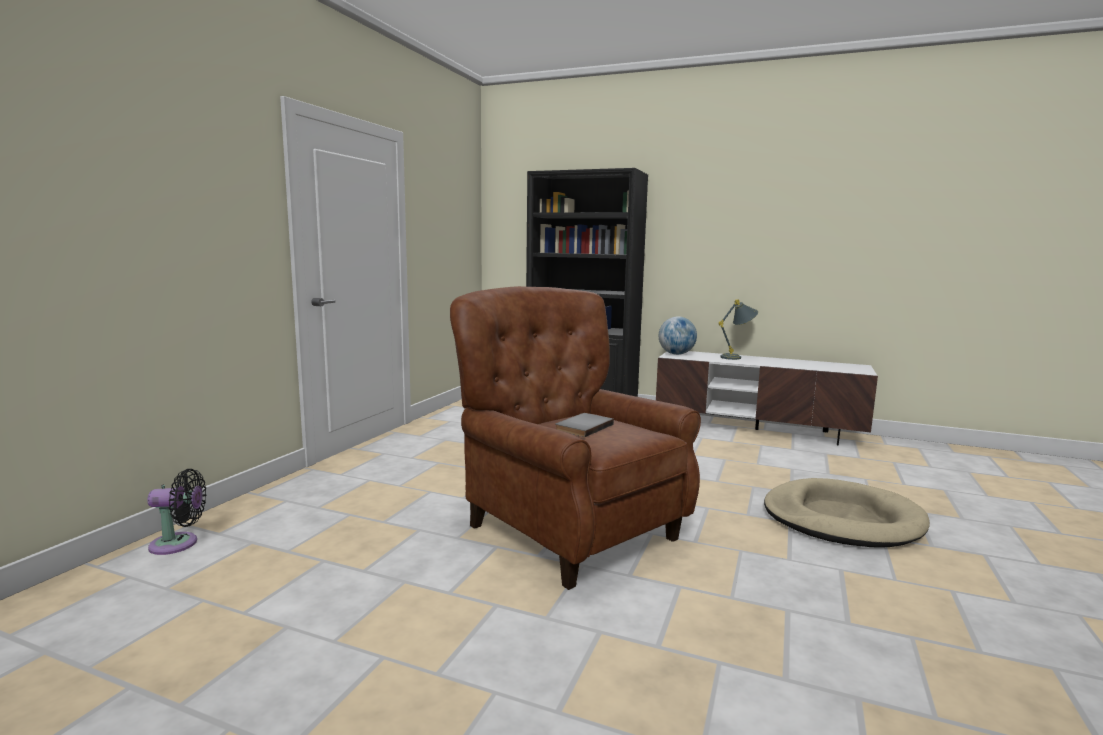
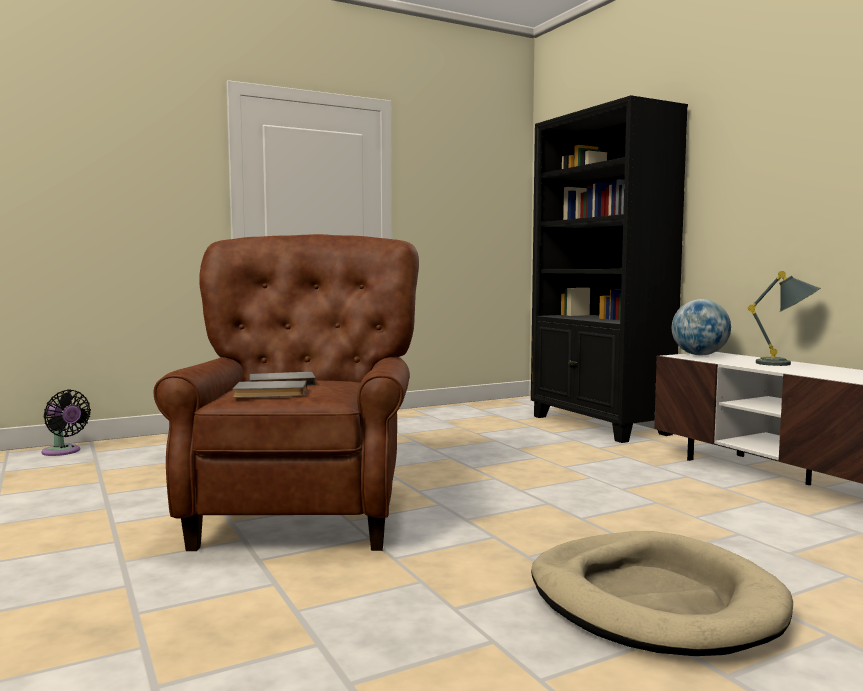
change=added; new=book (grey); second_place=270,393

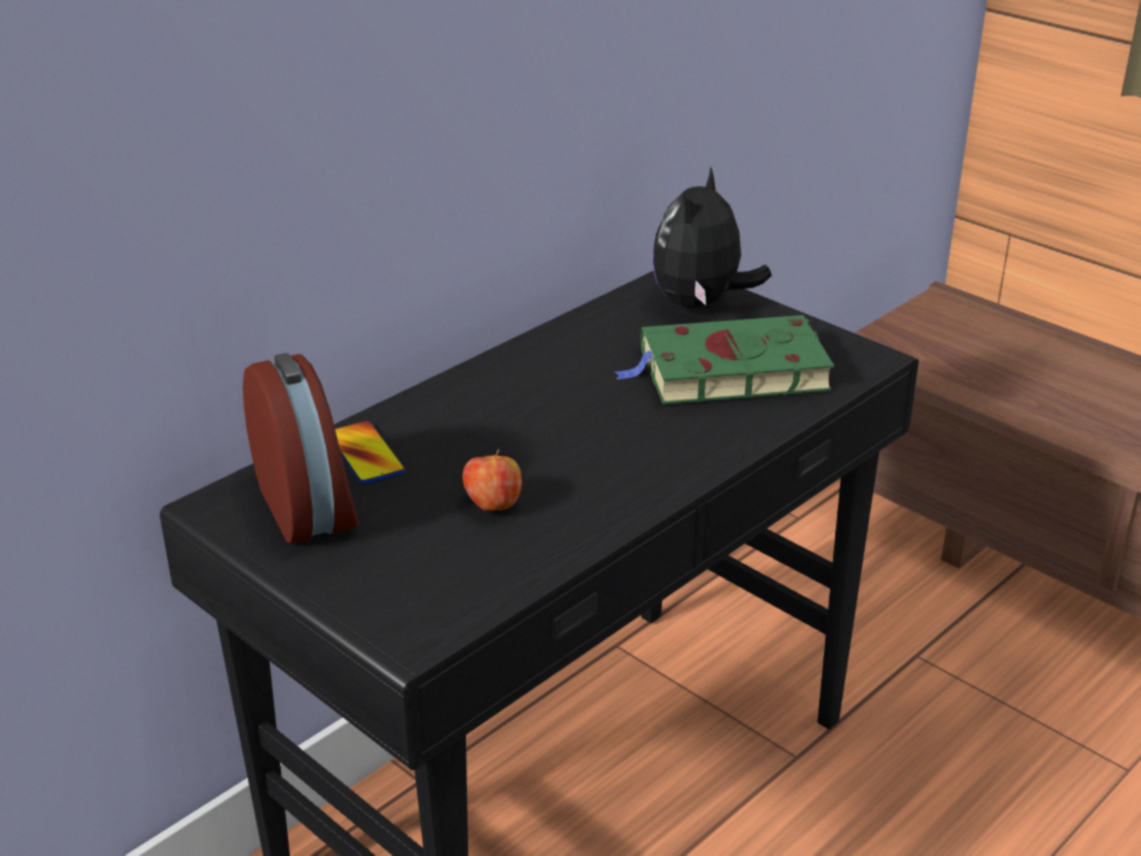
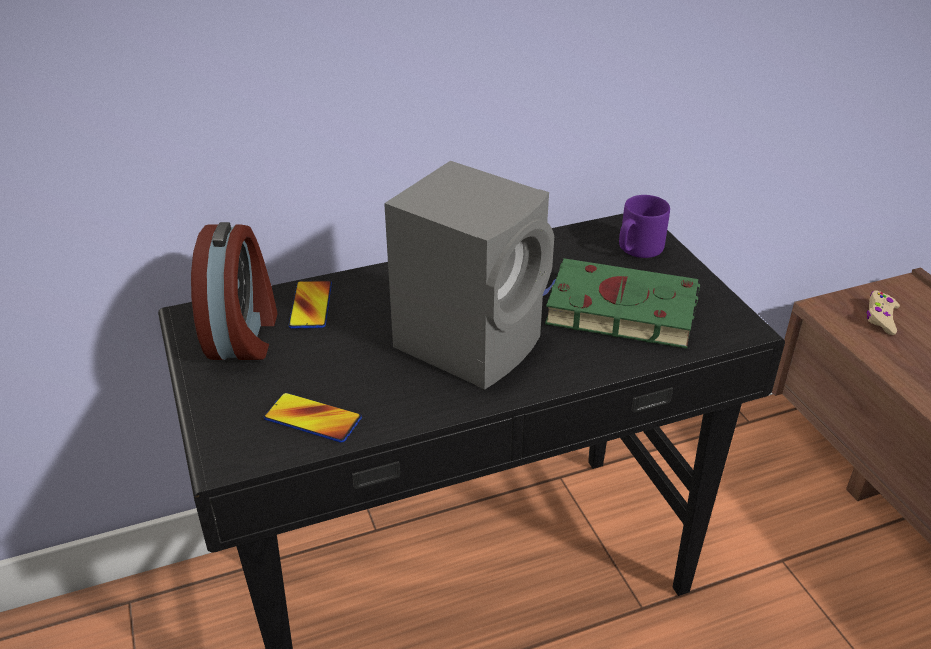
change=removed; old=apple; first_place=493,505
change=added; new=phone; second_place=313,419
change=added; new=speaker (grey); second_place=472,341
change=added; new=game controller (beige); second_place=880,318
change=replaced; old=plush toy; new=mug (purple); first_place=701,304; second_place=637,249

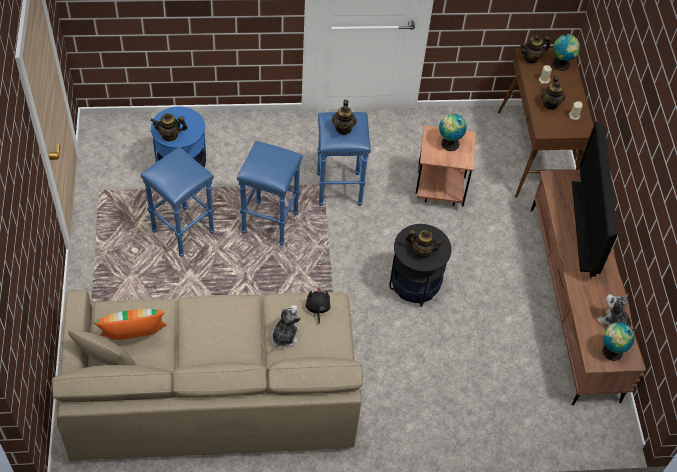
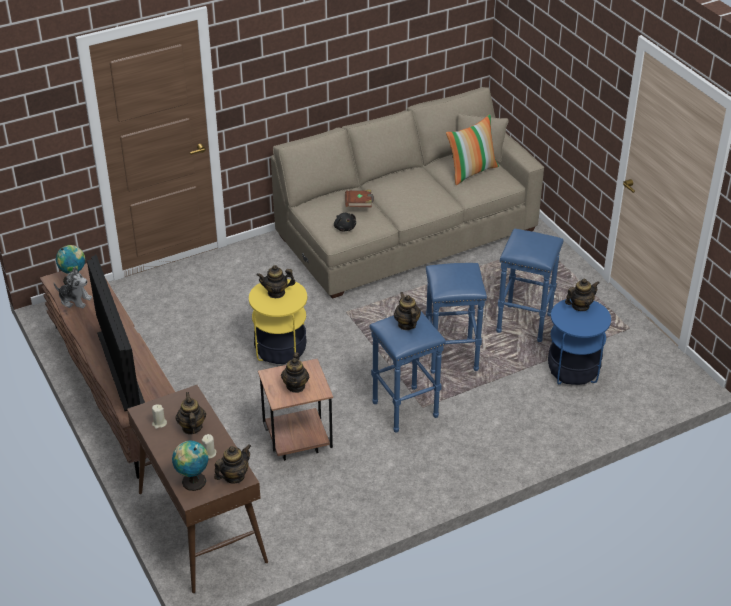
change=replaced; old=plush toy; new=book (brown); first_place=285,335; second_place=359,205
change=replaced; old=globe; new=teapot; first_place=448,143; second_place=296,386
change=recoloured; old=side table (black); new=side table (yellow); first_place=414,286; second_place=281,352

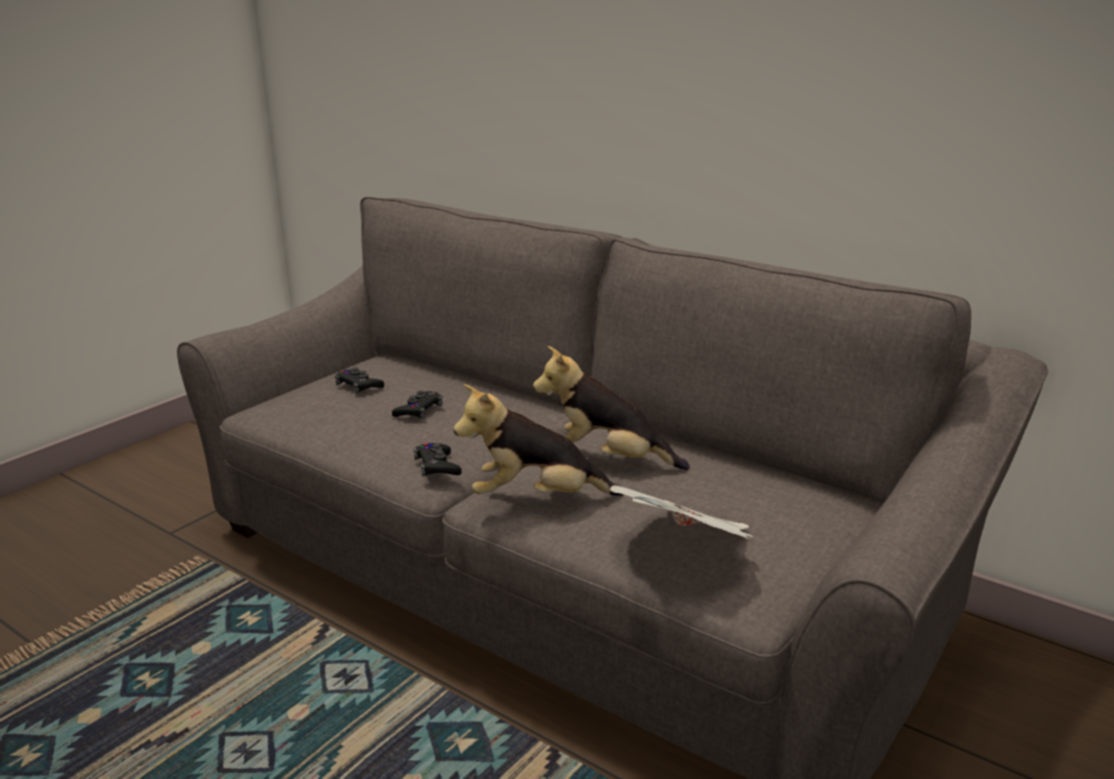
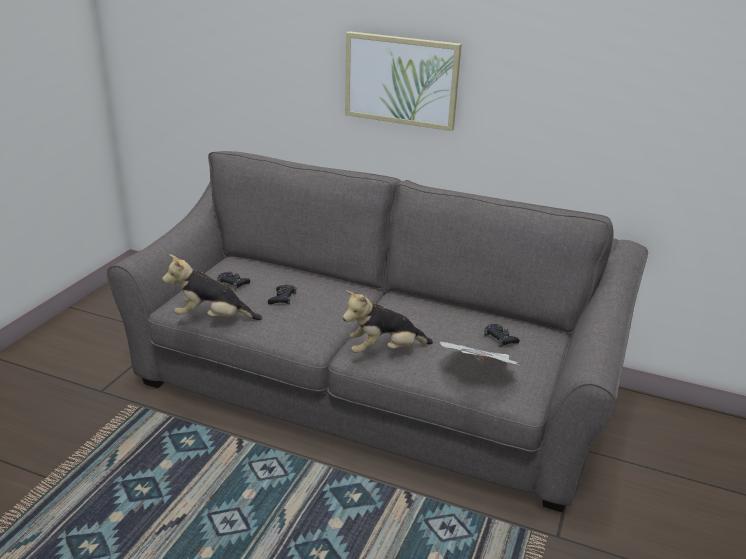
change=added; new=picture; second_place=401,80
change=moved; old=game controller (black); first_place=437,466; second_place=500,338
change=moved; old=plush toy; first_place=607,460; second_place=212,318

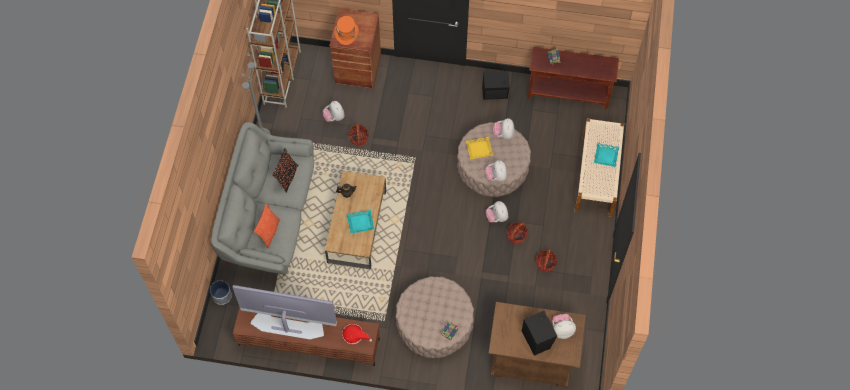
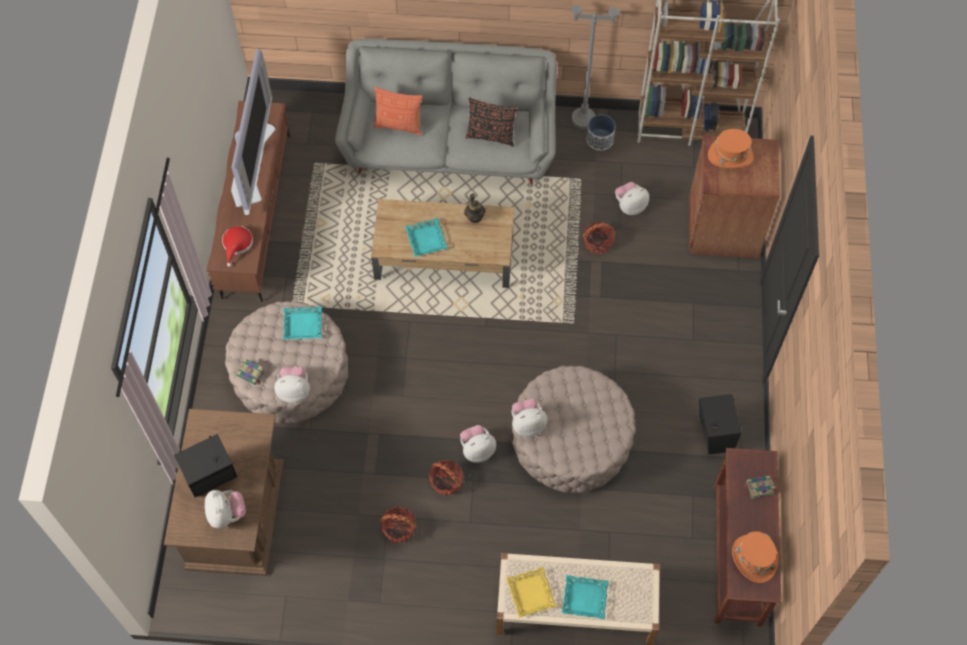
change=added; new=tray (turquoise); second_place=303,324
change=added; new=hat (orange); second_place=753,558
change=moved; old=planter; first_place=222,296; second_place=600,139
change=moved; old=tray (yellow); first_place=479,149; second_place=531,593
change=moved; old=plush toy; first_place=503,134; second_place=294,391

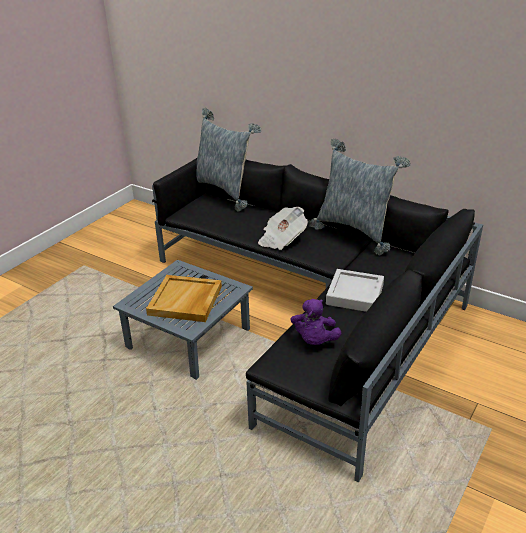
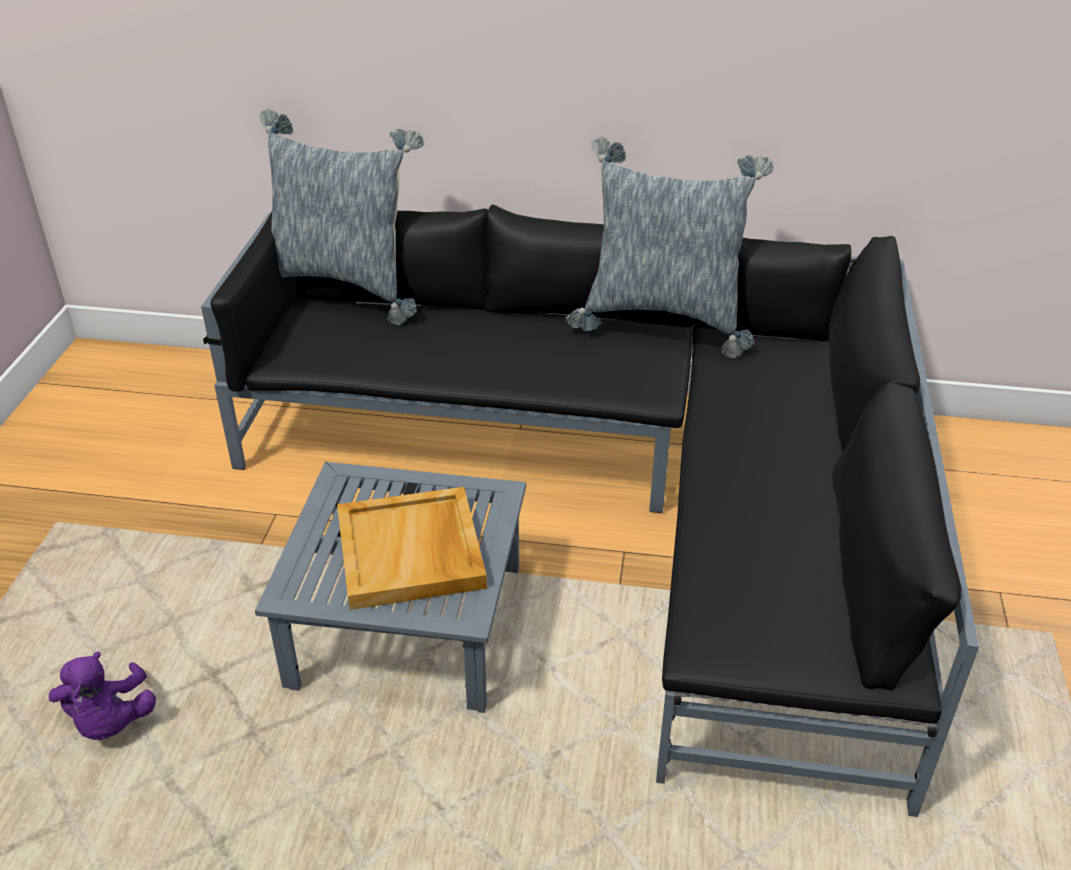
change=removed; old=newspaper; first_place=282,239
change=removed; old=tray (grey); first_place=355,295
change=moved; old=plush toy (purple); first_place=314,340; second_place=110,721

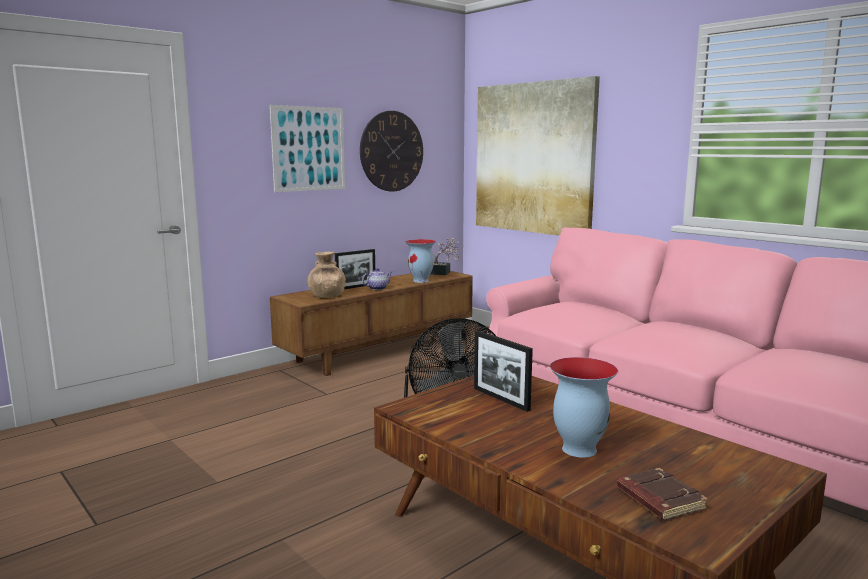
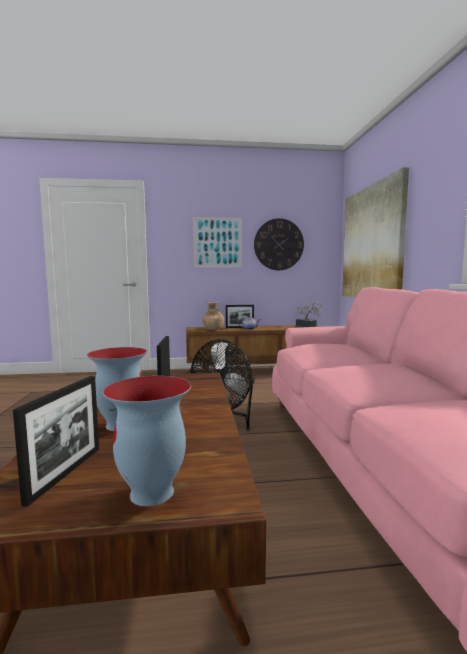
change=moved; old=vase; first_place=421,281; second_place=152,493
change=replaced; old=book (brown); new=picture frame; first_place=658,499; second_place=65,473

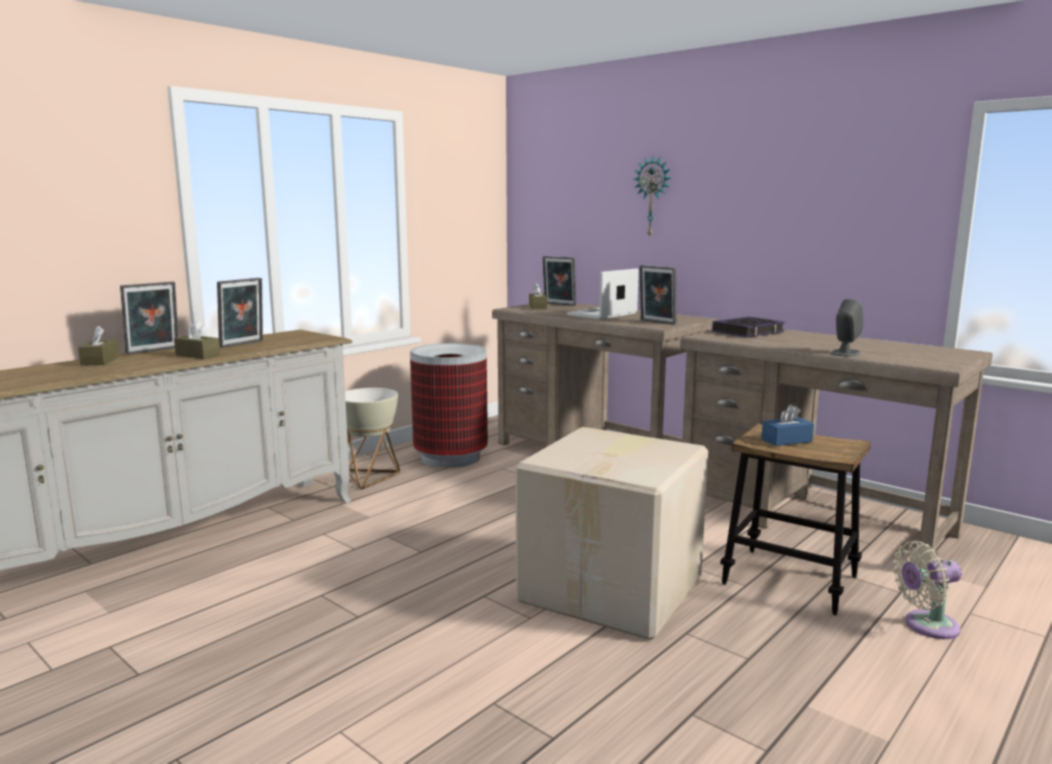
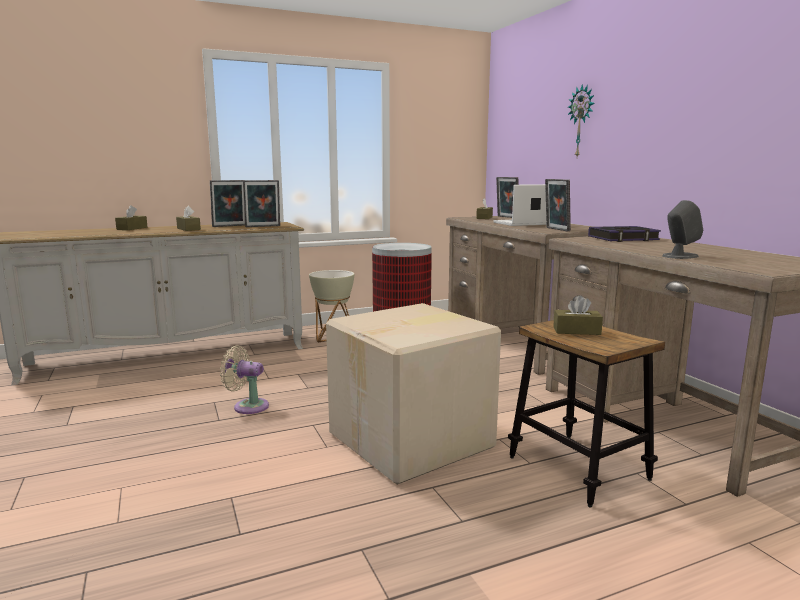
change=moved; old=picture frame; first_place=154,351; second_place=263,226
change=moved; old=fan (beige); first_place=926,626; second_place=247,406
change=recoloured; old=tissue box (blue); new=tissue box (brown); first_place=786,440; second_place=576,331

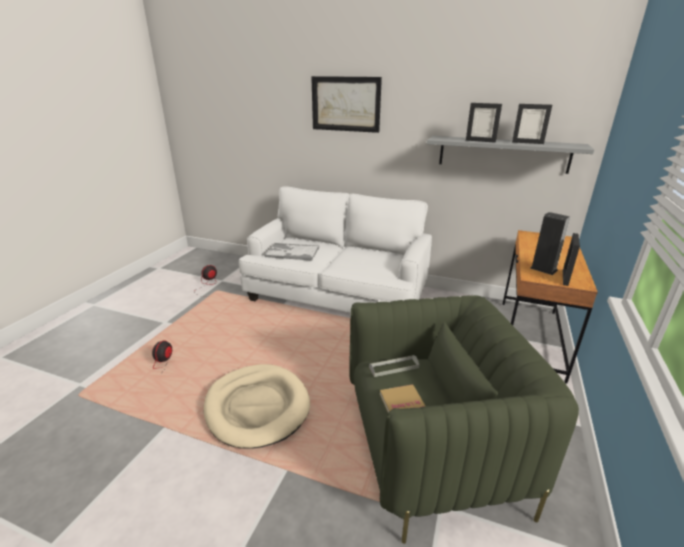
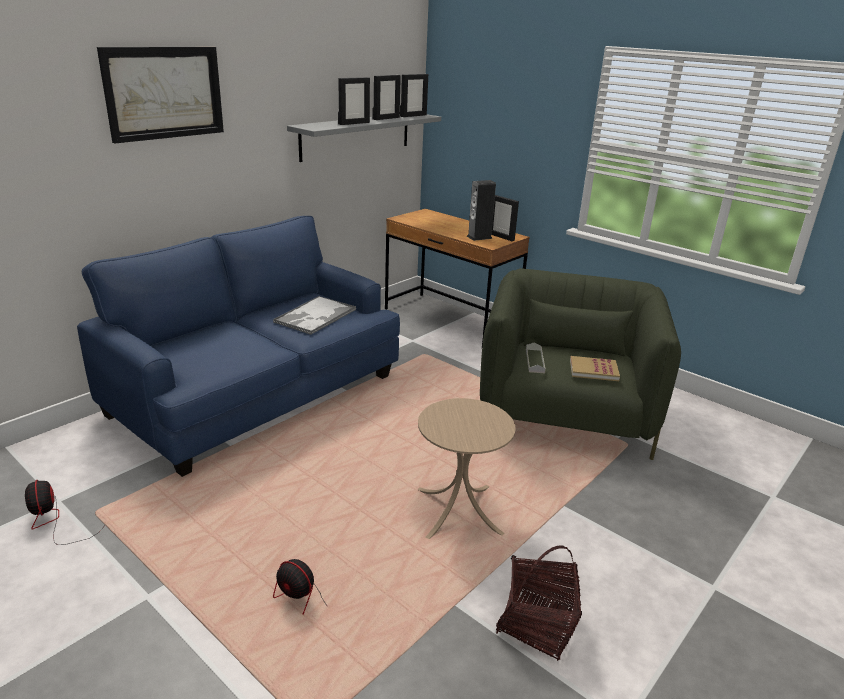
change=added; new=picture frame; second_place=413,115
change=added; new=basket; second_place=538,624
change=moved; old=tray; first_place=292,252; second_place=315,316
change=replaced; old=dog bed (beige); new=side table (beige); first_place=257,407; second_place=458,511
change=recoloured; old=sofa (white); new=sofa (blue); first_place=337,295; second_place=258,395

